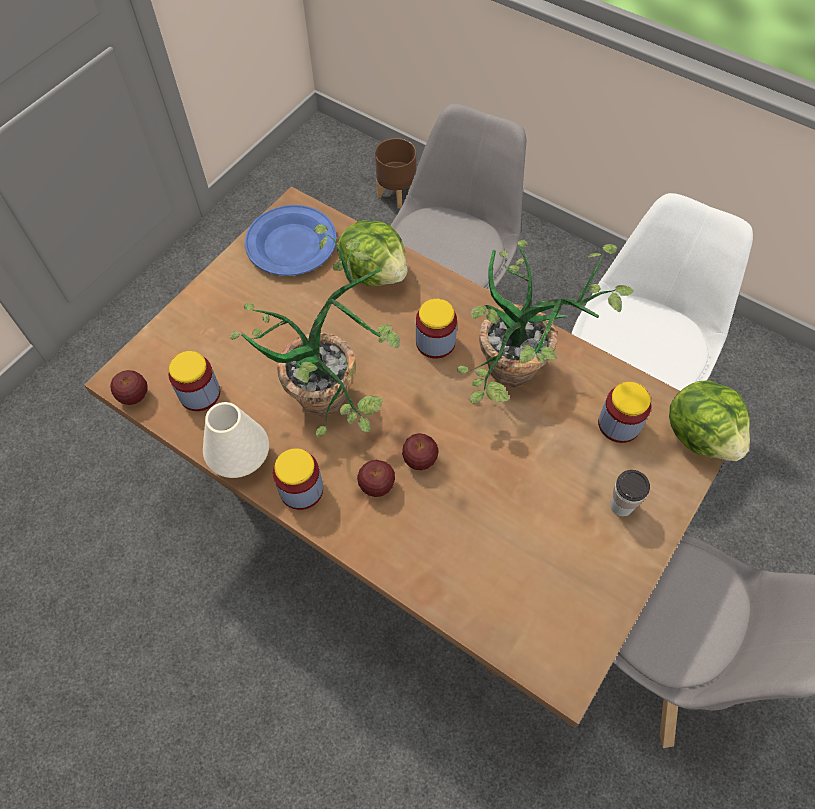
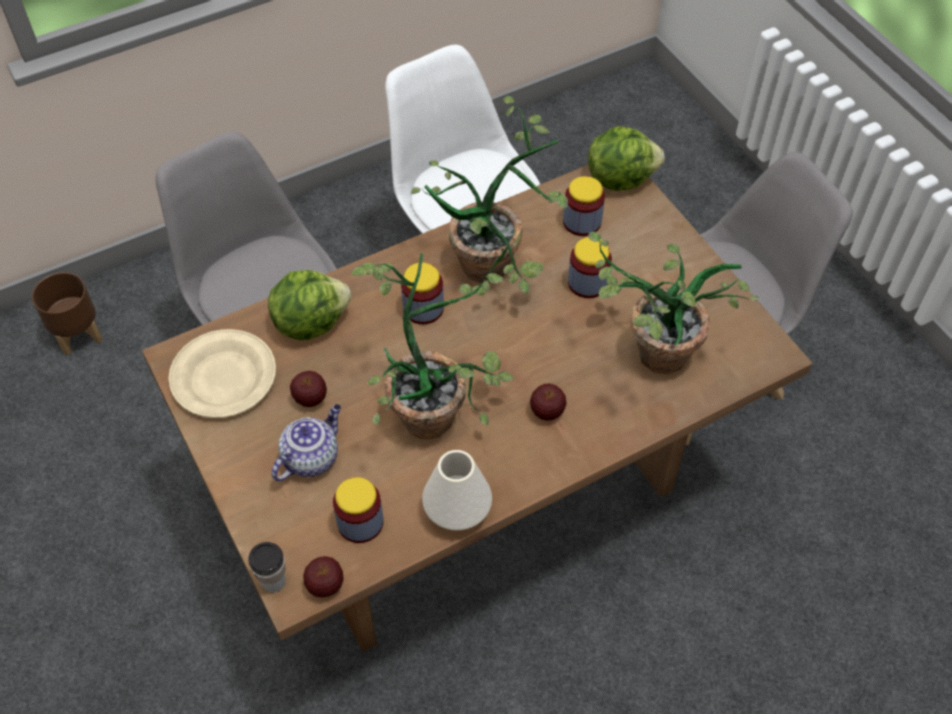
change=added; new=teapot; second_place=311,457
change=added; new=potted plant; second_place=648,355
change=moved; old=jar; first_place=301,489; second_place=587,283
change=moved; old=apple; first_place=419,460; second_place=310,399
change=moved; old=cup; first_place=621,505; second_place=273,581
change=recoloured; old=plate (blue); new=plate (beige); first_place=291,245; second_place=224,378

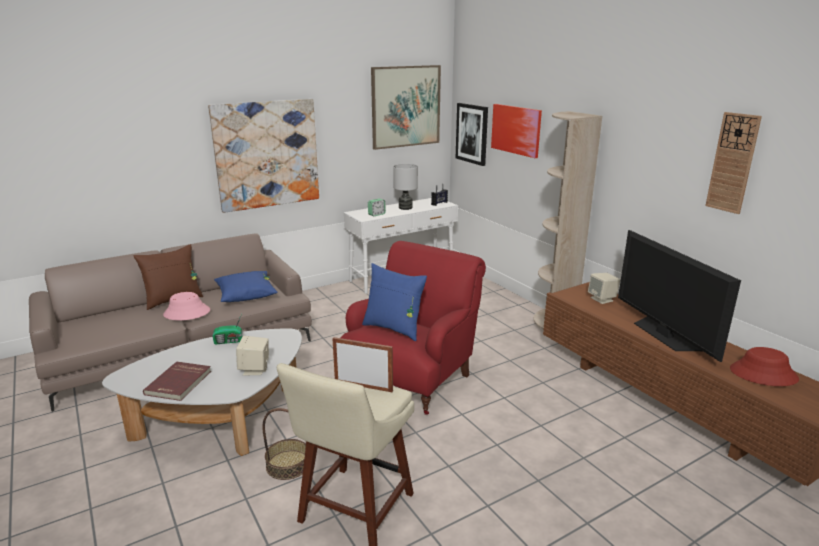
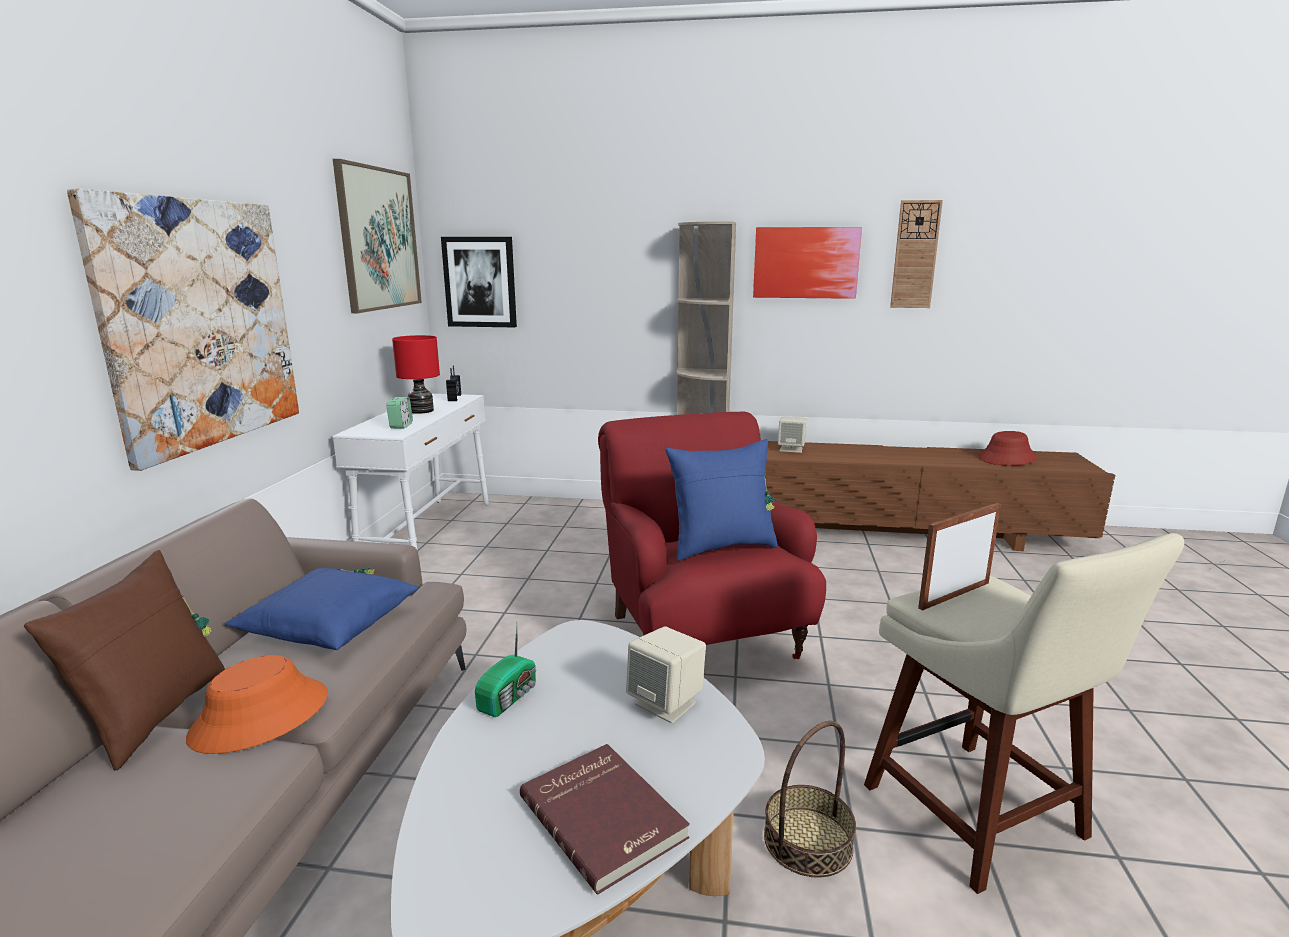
change=removed; old=television; first_place=664,335
change=moved; old=picture; first_place=516,130; second_place=805,263
change=recoloured; old=hat (pink); new=hat (orange); first_place=187,313; second_place=260,716
change=recoloured; old=table lamp (grey); new=table lamp (red); first_place=405,208; second_place=421,411

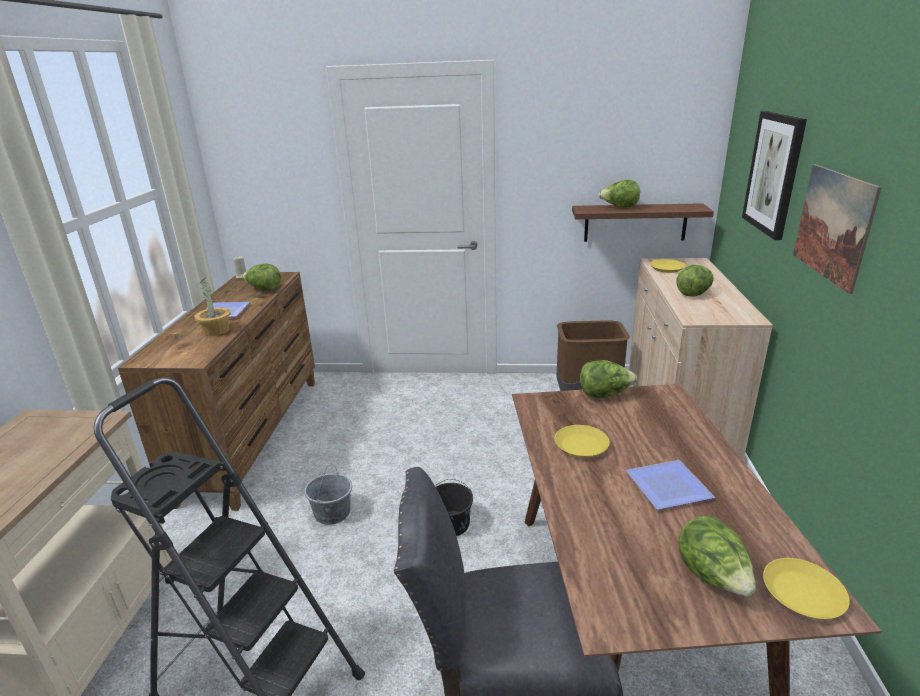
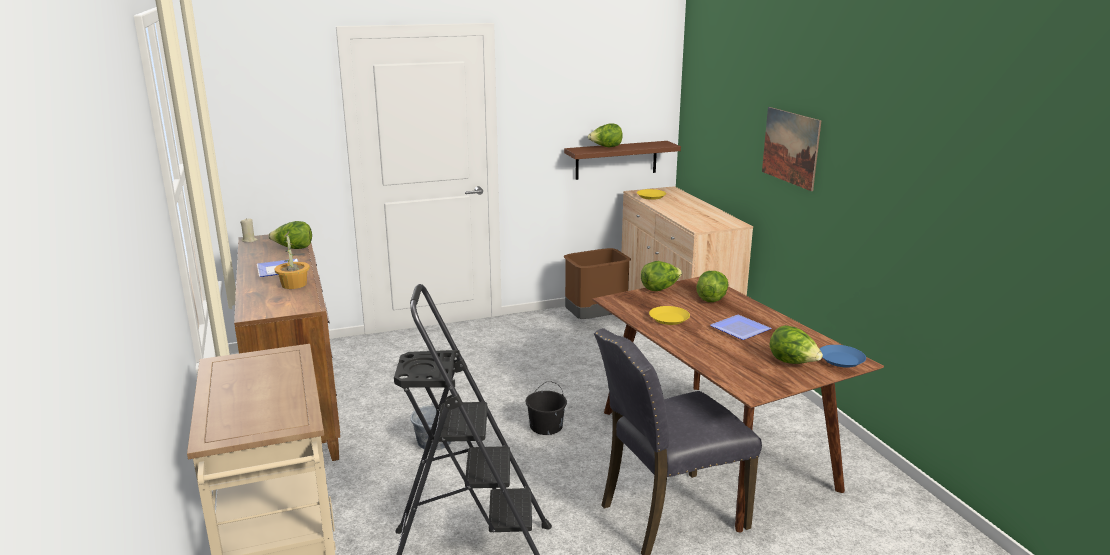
change=removed; old=picture; first_place=774,173
change=moved; old=lettuce; first_place=694,293; second_place=711,298
change=recoloured; old=plate (yellow); new=plate (blue); first_place=802,593; second_place=841,359

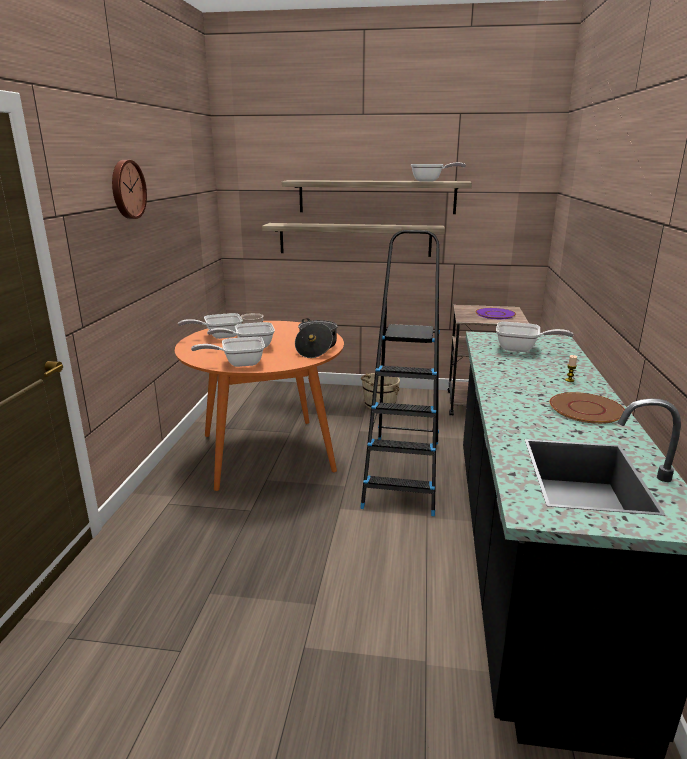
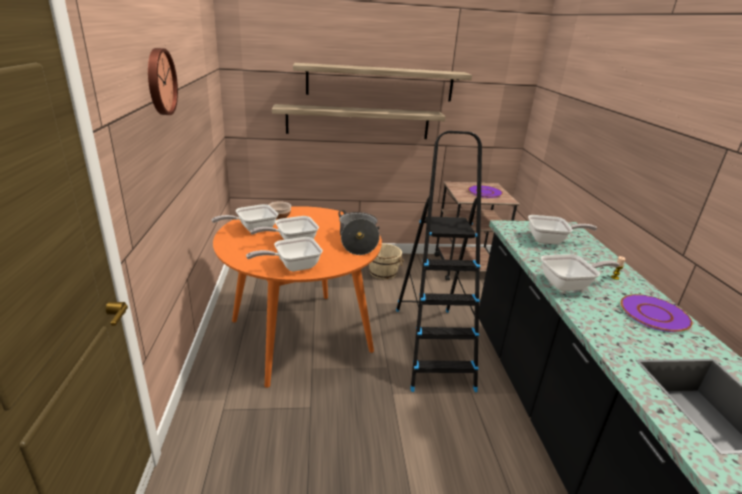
change=moved; old=frying pan; first_place=430,181; second_place=569,285
change=recoloured; old=plate (brown); new=plate (purple); first_place=586,409; second_place=654,314

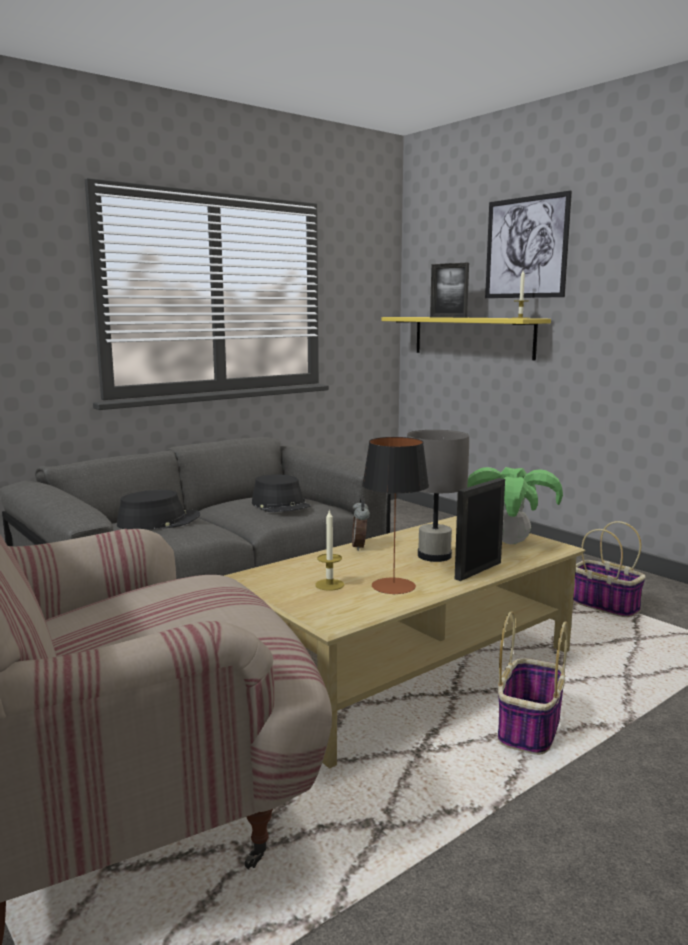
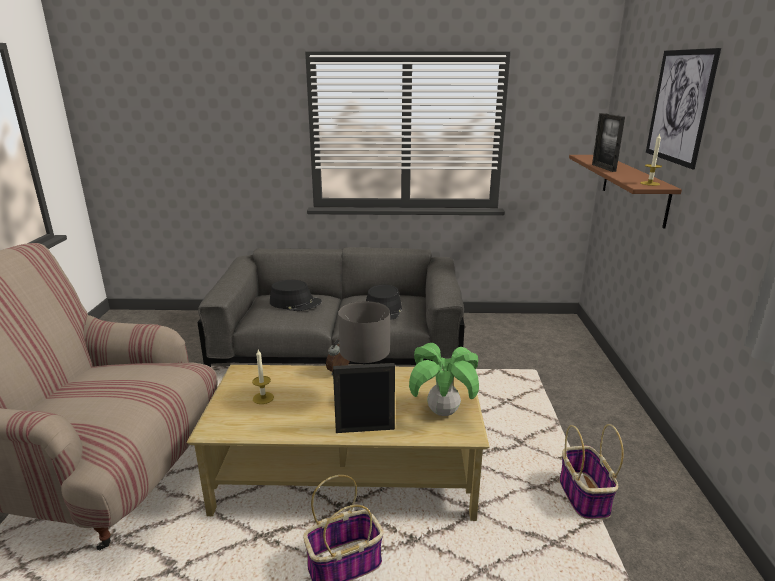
change=removed; old=table lamp; first_place=393,586
change=recoloured; old=shelf (yellow); new=shelf (brown); first_place=472,337; second_place=633,188

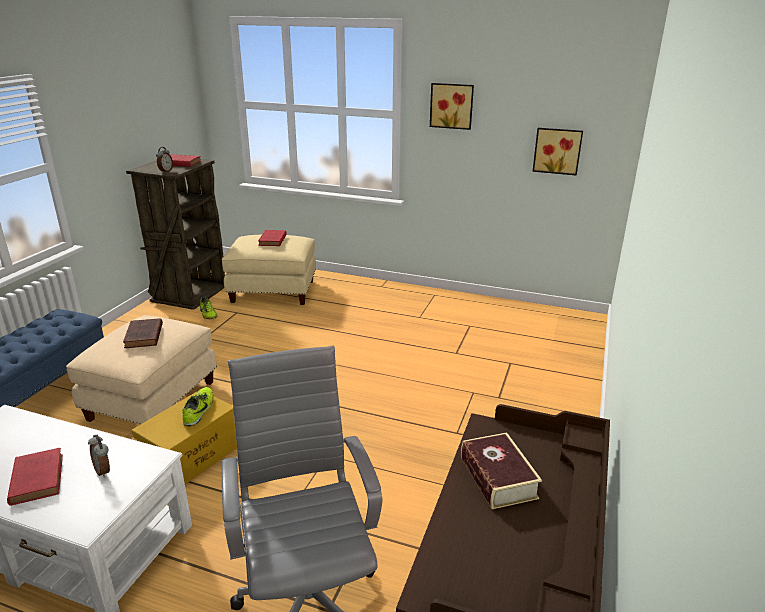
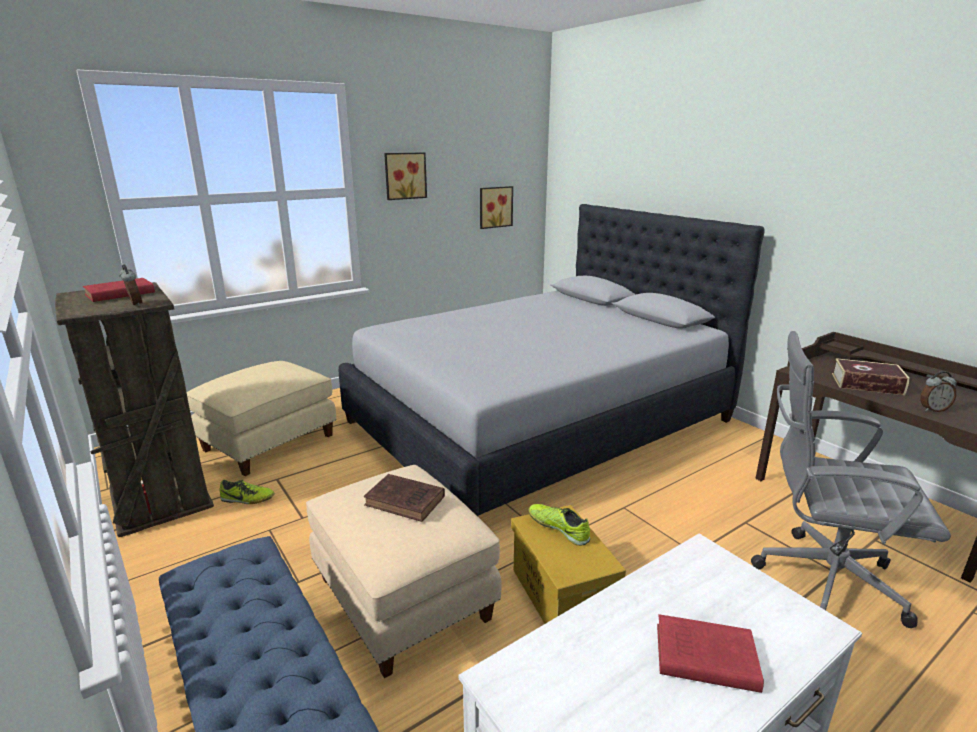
change=removed; old=book (red); first_place=272,240
change=added; new=bed (grey); second_place=539,421
change=moved; old=alarm clock; first_place=104,470; second_place=932,409

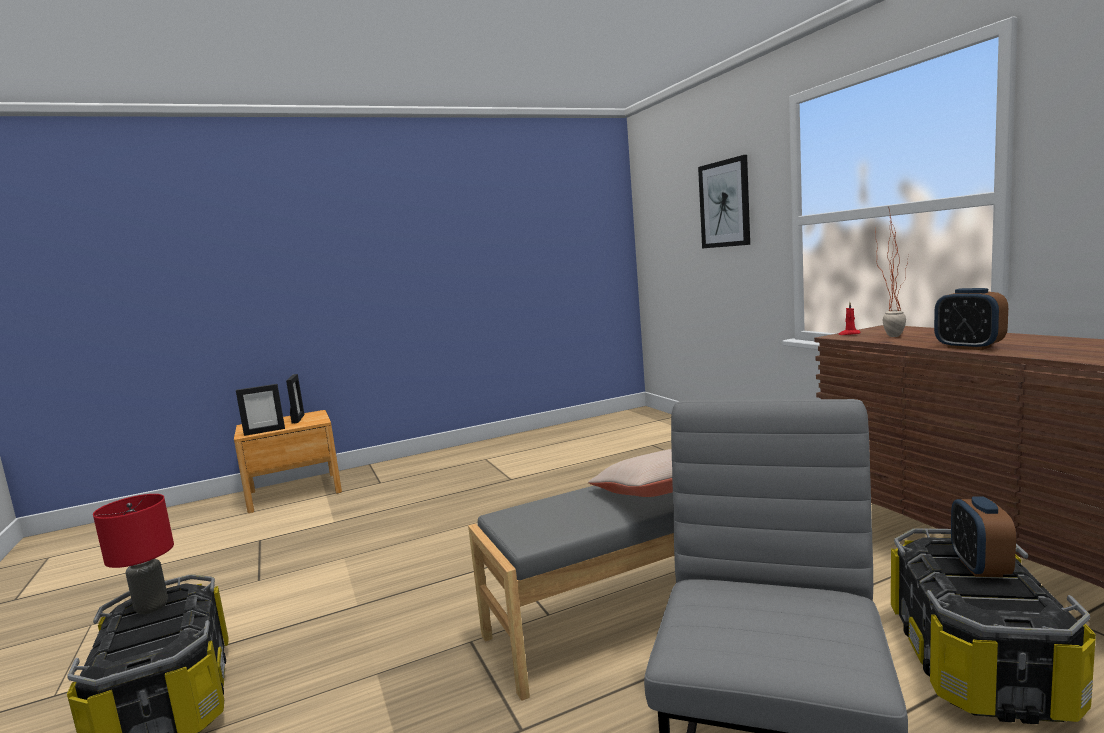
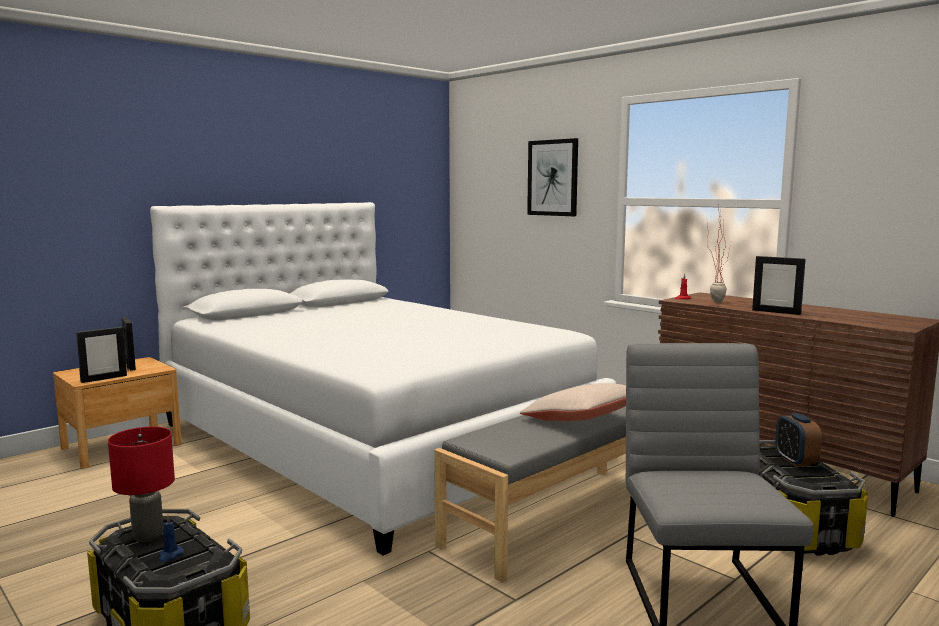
change=added; new=bed (white); second_place=375,439
change=added; new=candle (blue); second_place=170,555
change=replaced; old=alarm clock; new=picture frame; first_place=969,347; second_place=776,312

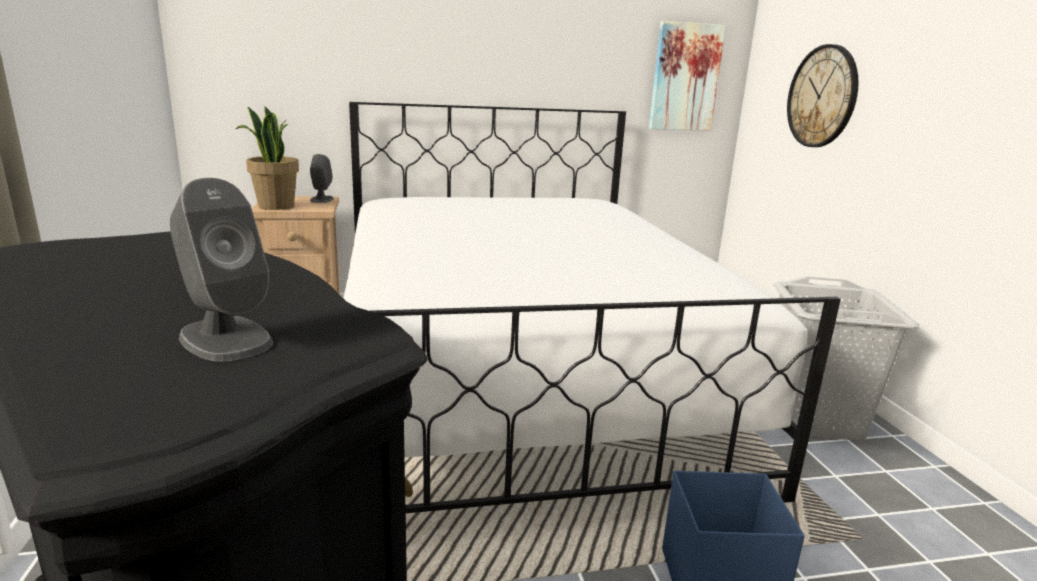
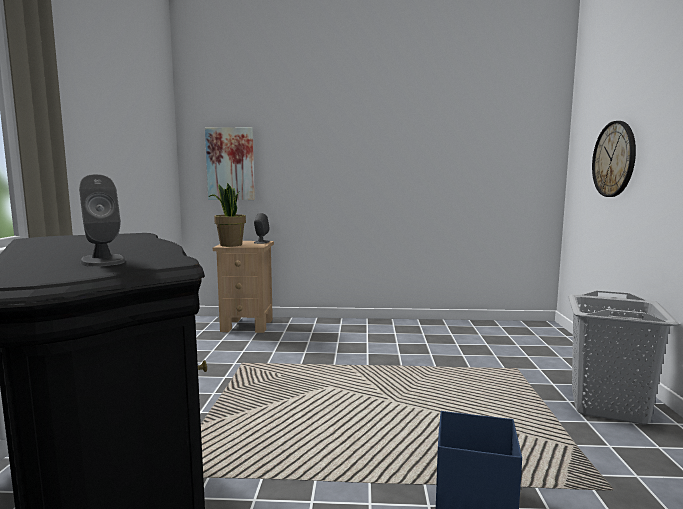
change=removed; old=bed (white); first_place=519,380
change=moved; old=picture; first_place=685,77; second_place=230,164

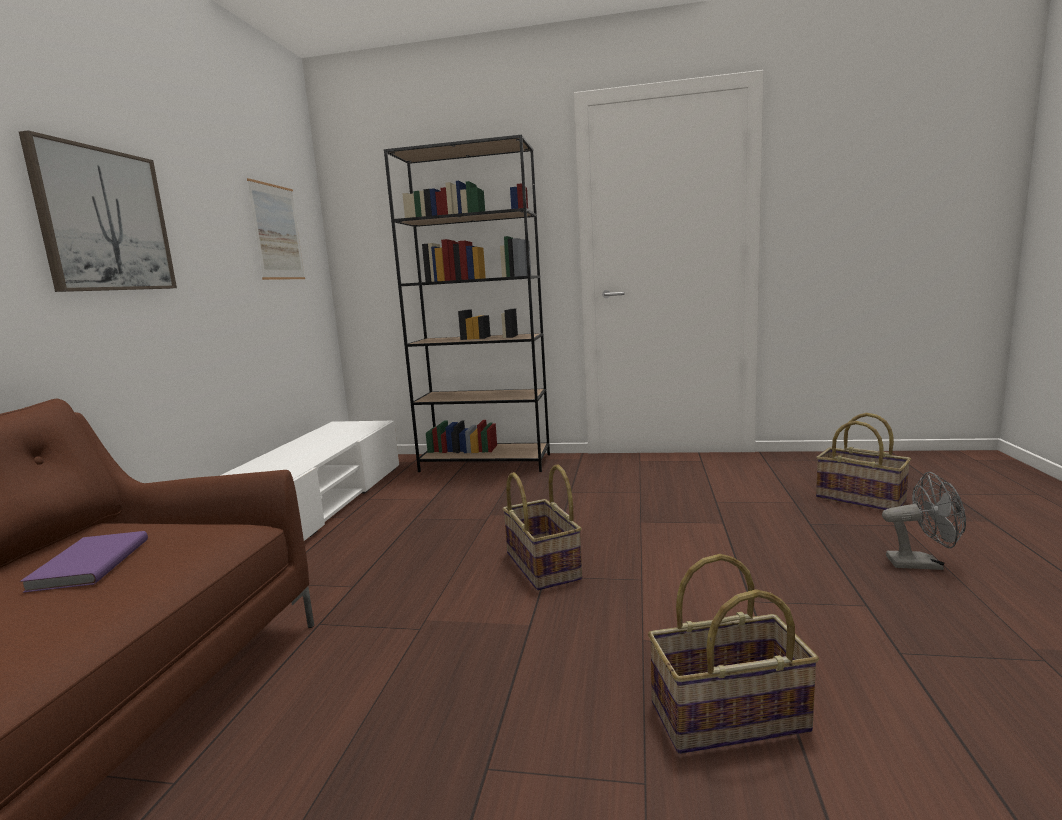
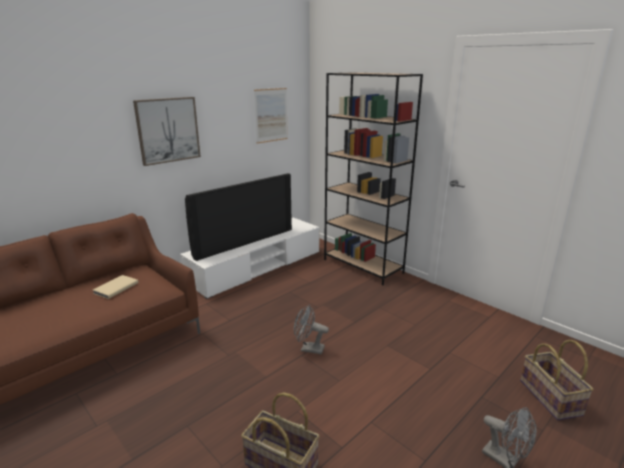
change=added; new=television; second_place=244,241
change=replaced; old=basket; new=fan (grey); first_place=544,566; second_place=308,349
change=recoloured; old=book (purple); new=book (beige); first_place=87,565; second_place=115,288

